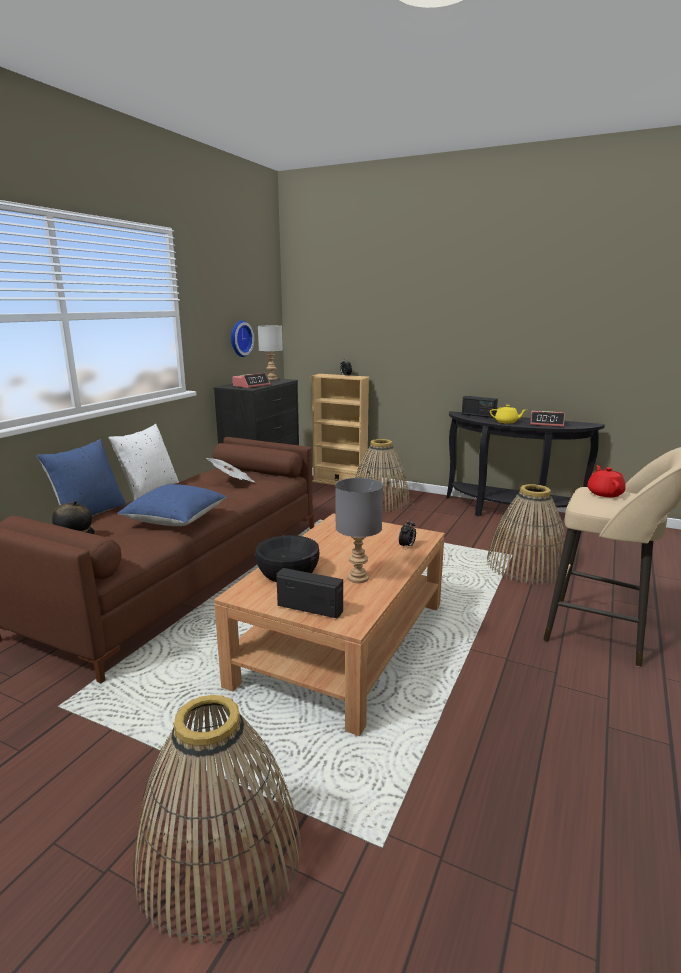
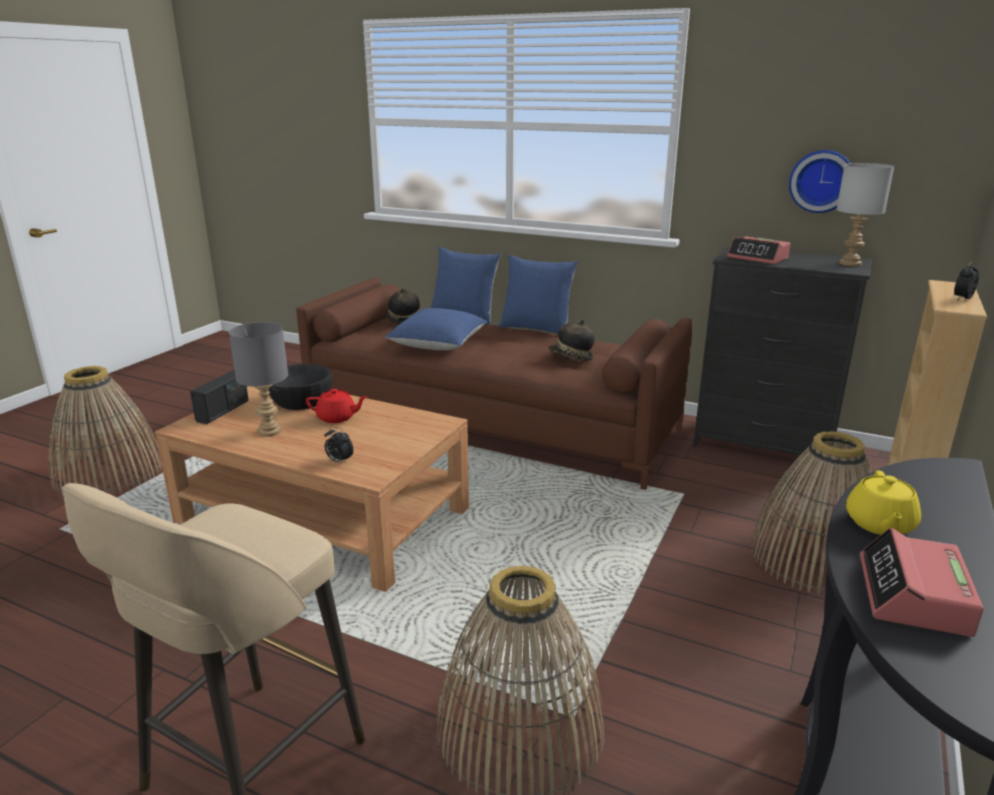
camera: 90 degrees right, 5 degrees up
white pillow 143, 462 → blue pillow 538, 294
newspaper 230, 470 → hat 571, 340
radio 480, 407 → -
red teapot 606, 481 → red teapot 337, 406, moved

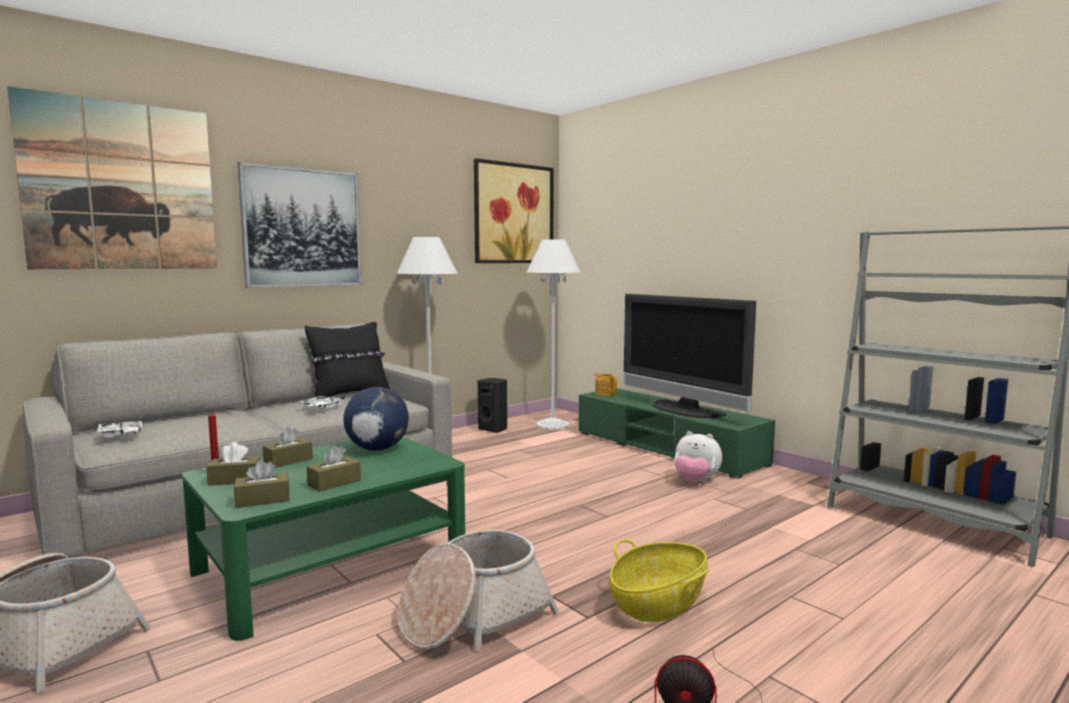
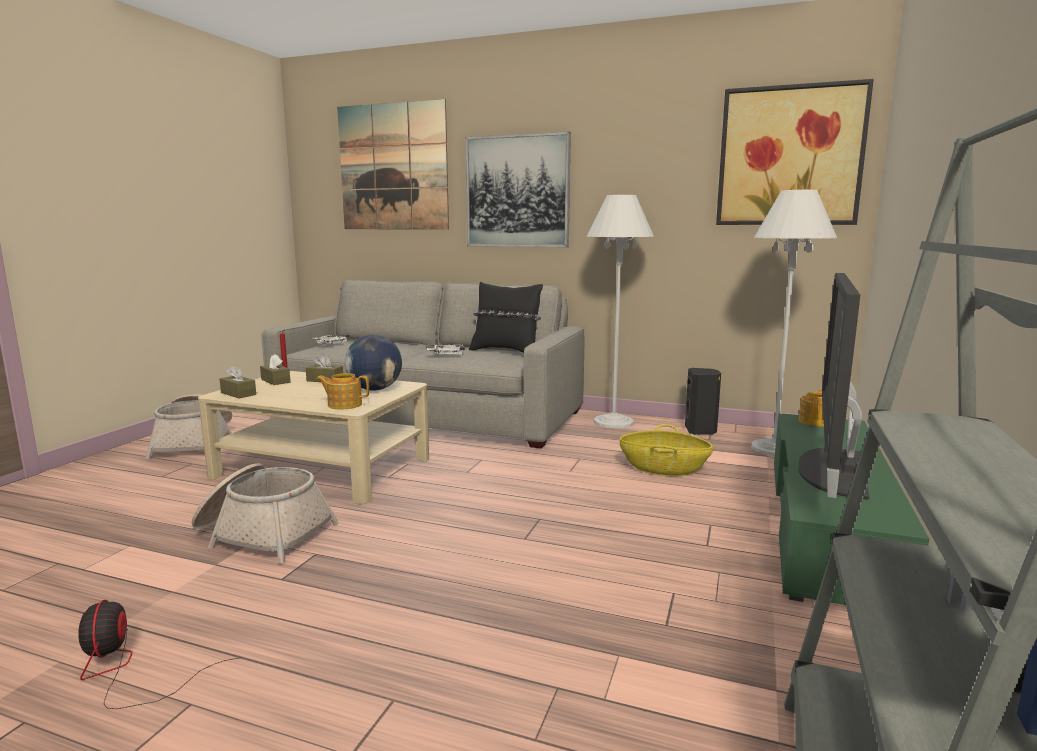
camera: 60 degrees right, 5 degrees up
green coffee table 323, 539 → beige coffee table 313, 437
brown tissue box 334, 468 → -
basket 659, 580 → basket 666, 450, moved
plush toy 698, 456 → -
- → teapot 342, 391

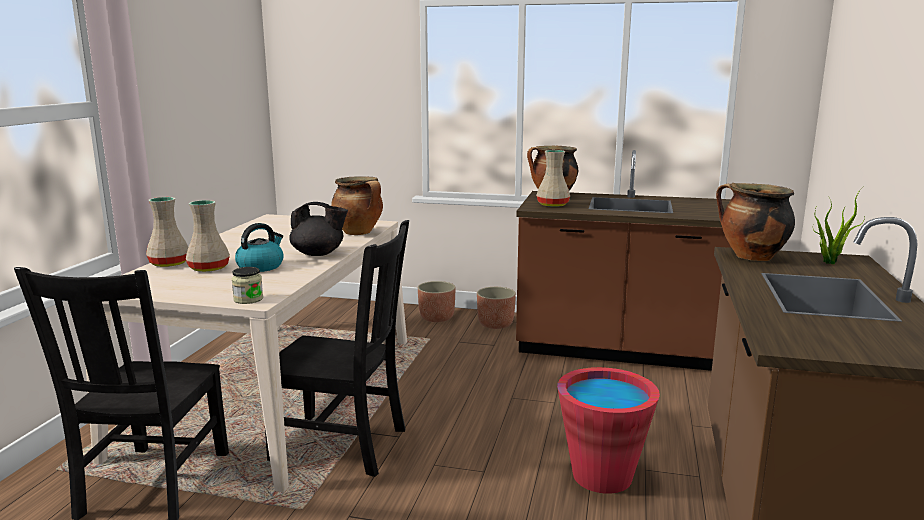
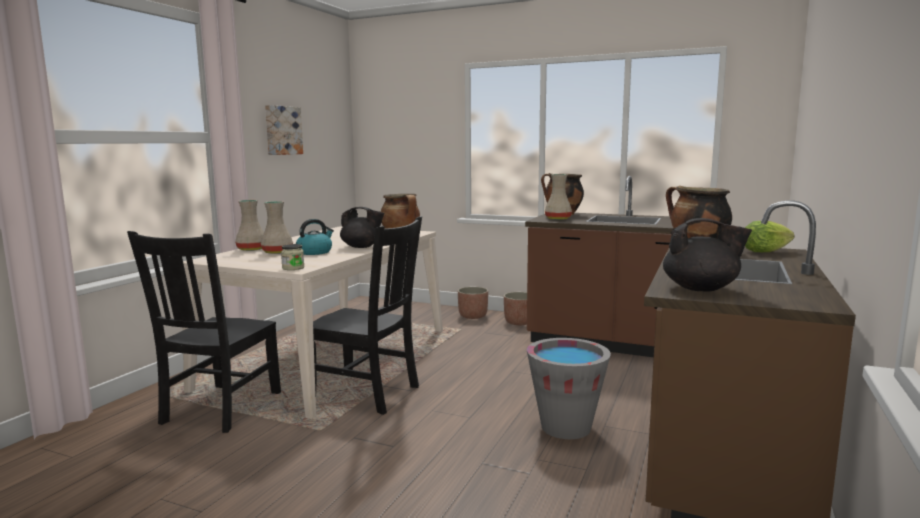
camera: 10 degrees right, 5 degrees down
red bucket 608, 430 → grey bucket 569, 388
potted plant 839, 225 → lettuce 770, 236
- → picture 284, 130
- → black teapot 707, 255

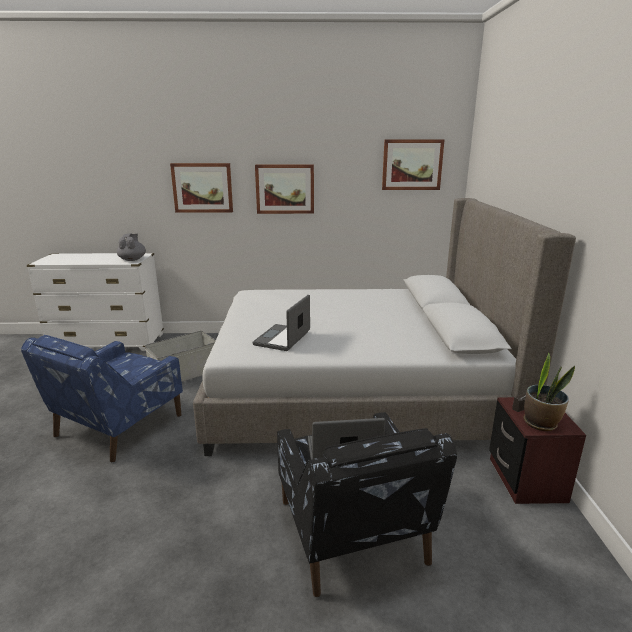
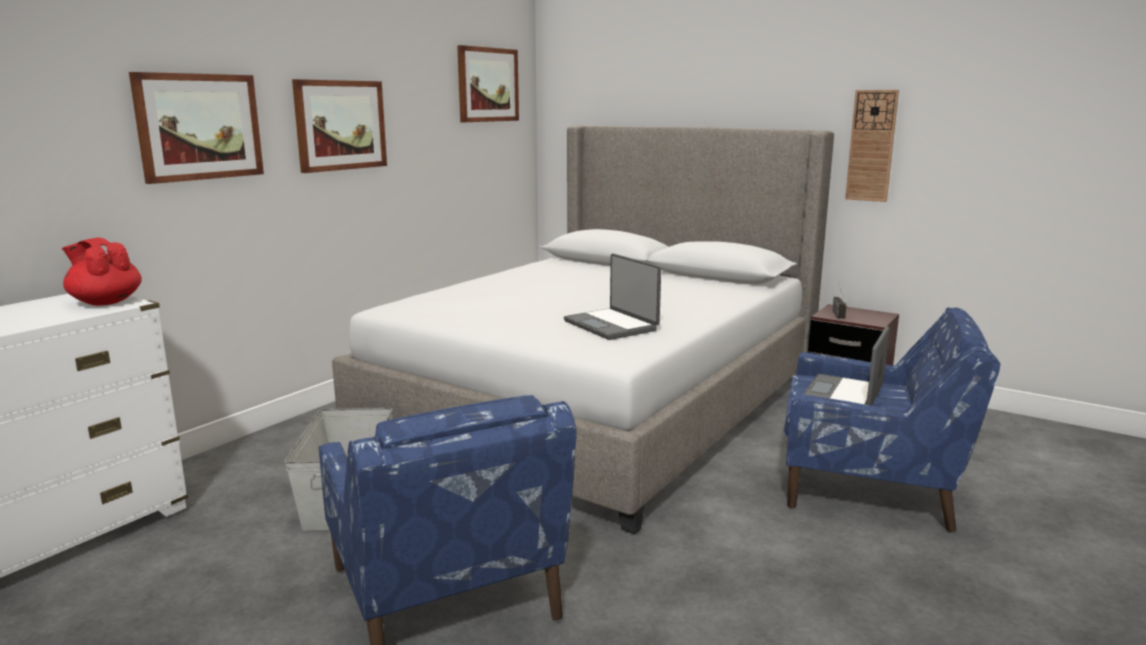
camera: 55 degrees left, 5 degrees down
grey teapot 131, 247 → red teapot 102, 271
black armchair 367, 504 → blue armchair 892, 419
potted plant 549, 391 → -
- → wall clock 872, 146

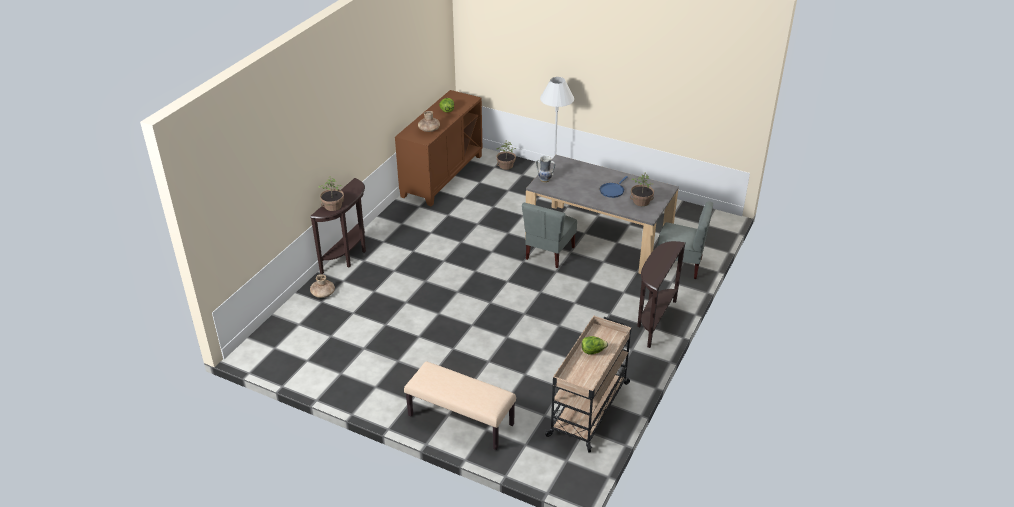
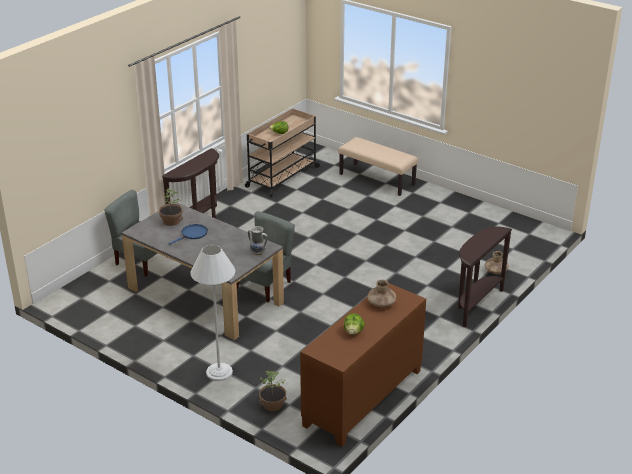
camera: 170 degrees left, 5 degrees down
potted plant 331, 194 → -

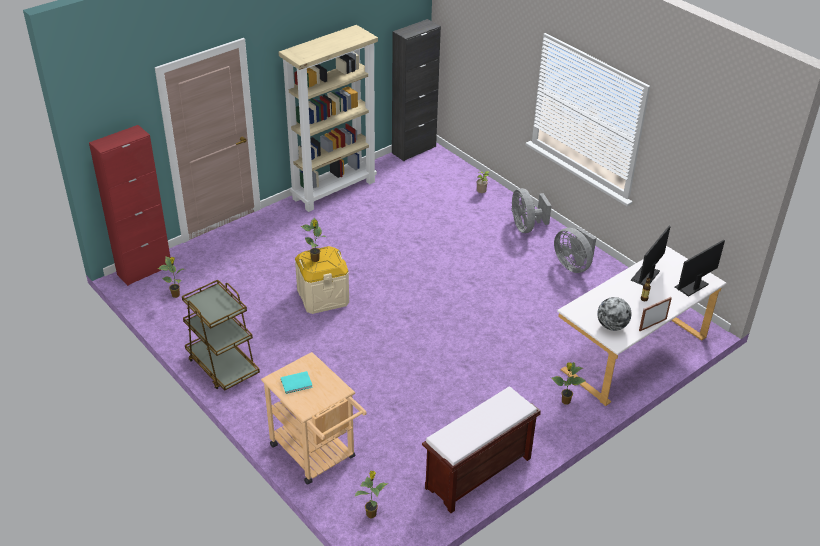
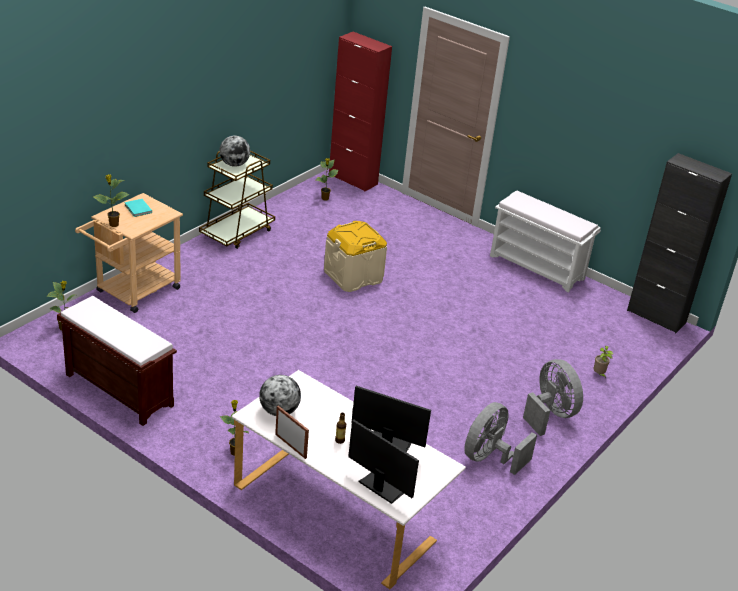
camera: 75 degrees right, 5 degrees down
beige bookcase 328, 118 → white bench 545, 242
potted plant 313, 240 → potted plant 111, 200, moved
grey fan 531, 210 → grey fan 553, 397, 90 degrees clockwise
- → globe 234, 151

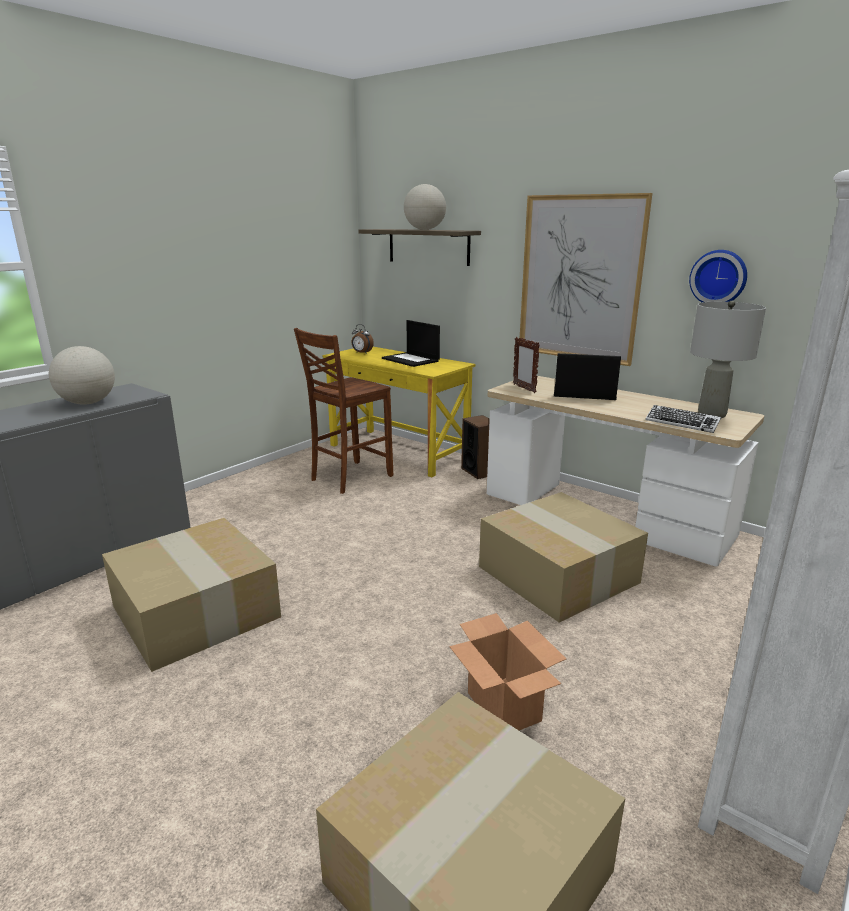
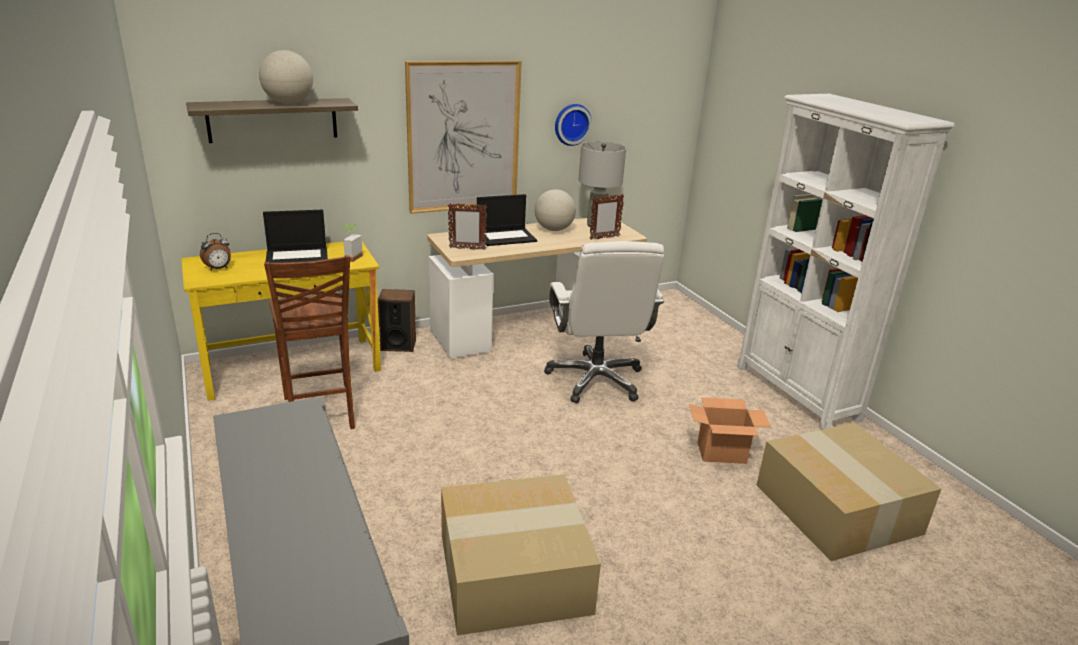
camera: 65 degrees left, 5 degrees up
globe 82, 375 → globe 555, 210, moved
cardboard box 563, 557 → white office chair 604, 322
laptop 587, 376 → laptop 507, 220, 150 degrees counterclockwise
keyboard 683, 419 → picture frame 607, 217
- → potted plant 352, 243

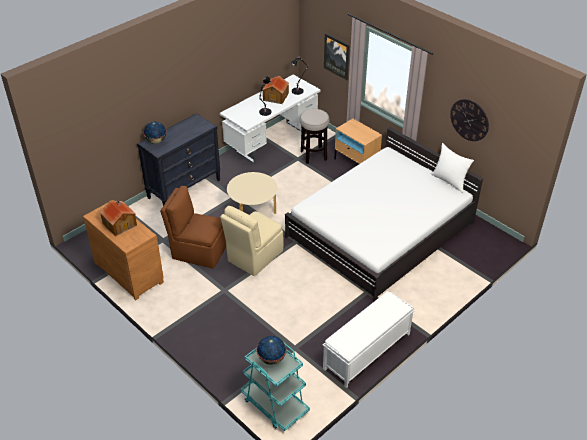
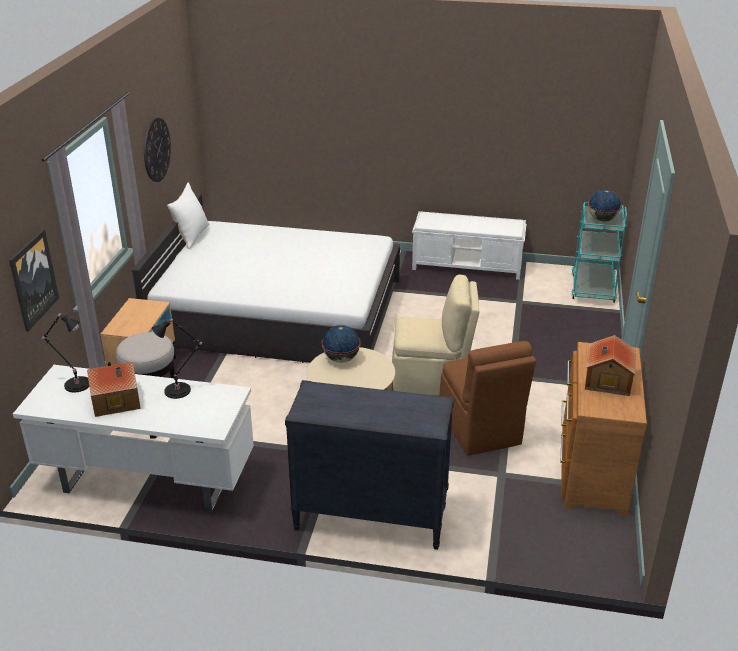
camera: 125 degrees left, 10 degrees down
globe 155, 132 → globe 341, 344, moved

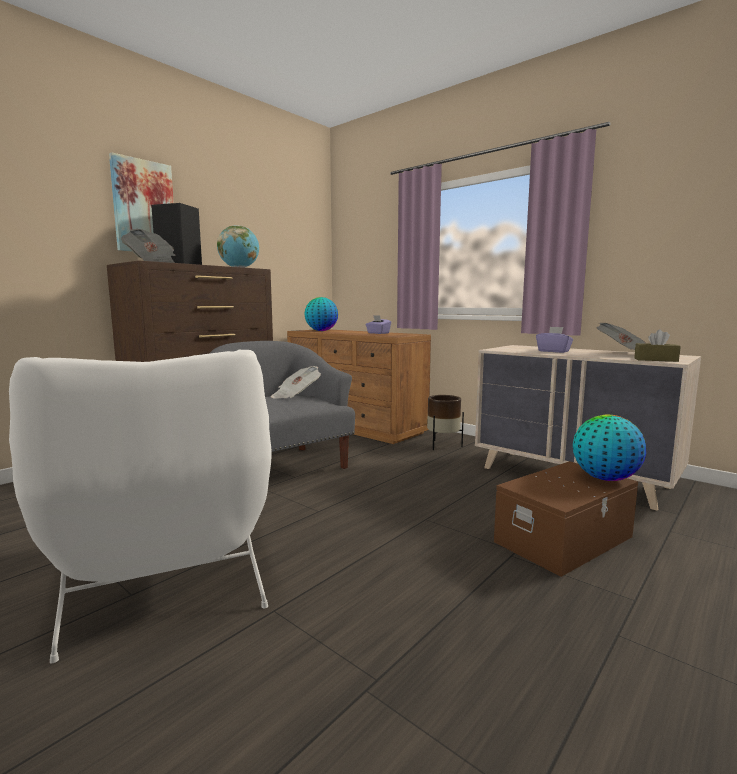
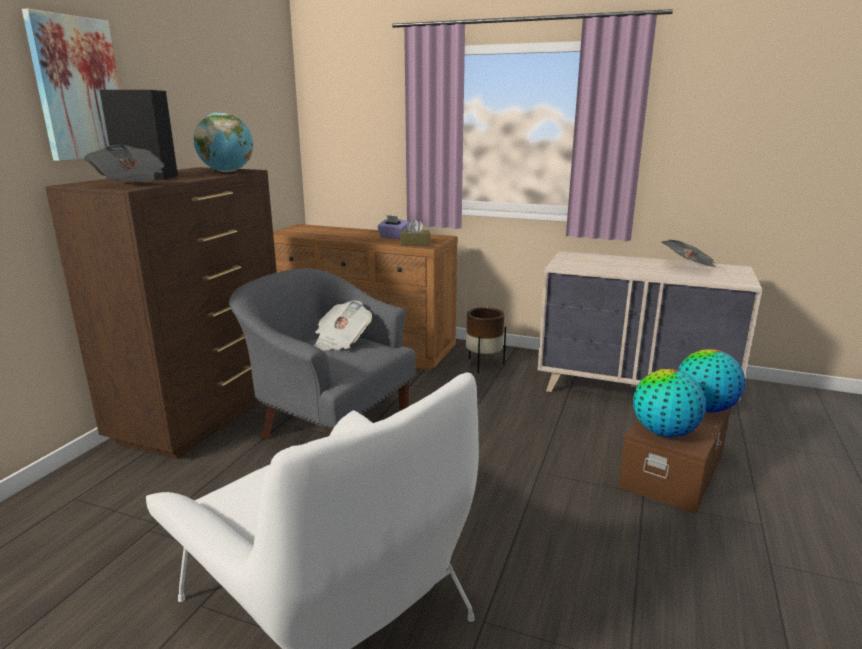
camera: 20 degrees left, 10 degrees up
globe 321, 314 → globe 669, 403, moved
purple tissue box 554, 340 → -
brown tissue box 657, 345 → brown tissue box 415, 233, moved

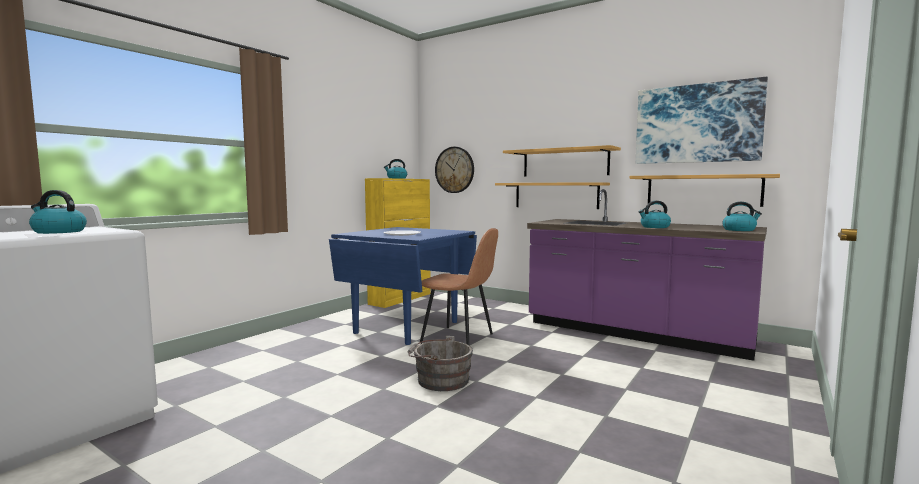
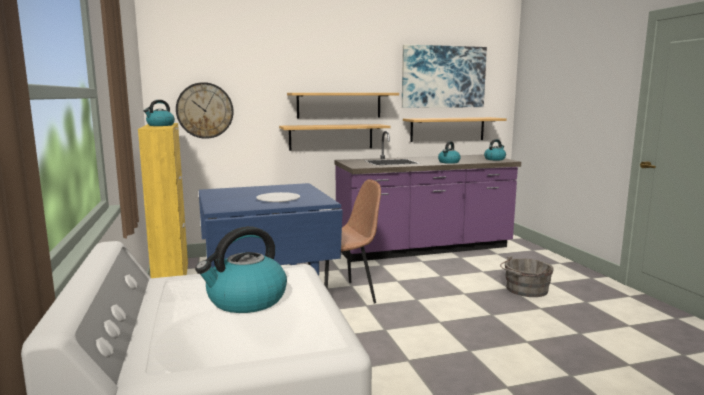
camera: 50 degrees left, 5 degrees up
grey bucket 440, 363 → grey bucket 527, 276, moved

